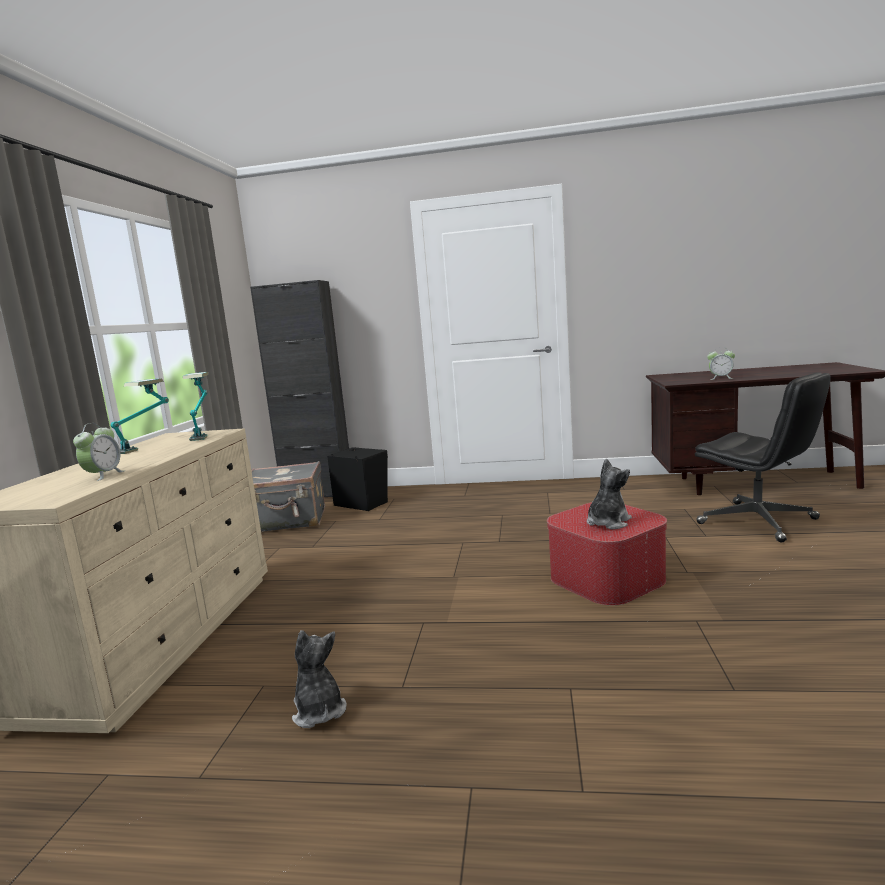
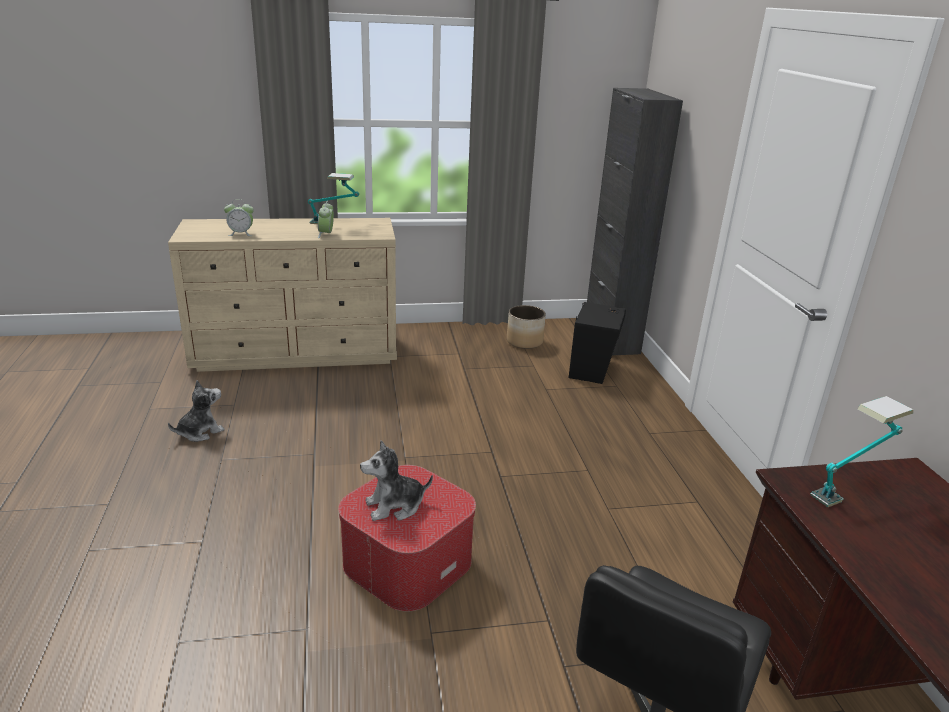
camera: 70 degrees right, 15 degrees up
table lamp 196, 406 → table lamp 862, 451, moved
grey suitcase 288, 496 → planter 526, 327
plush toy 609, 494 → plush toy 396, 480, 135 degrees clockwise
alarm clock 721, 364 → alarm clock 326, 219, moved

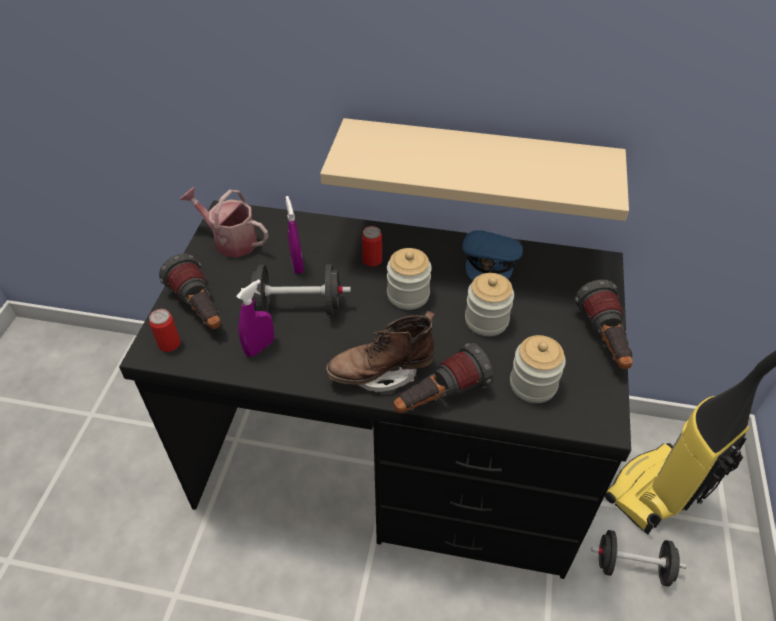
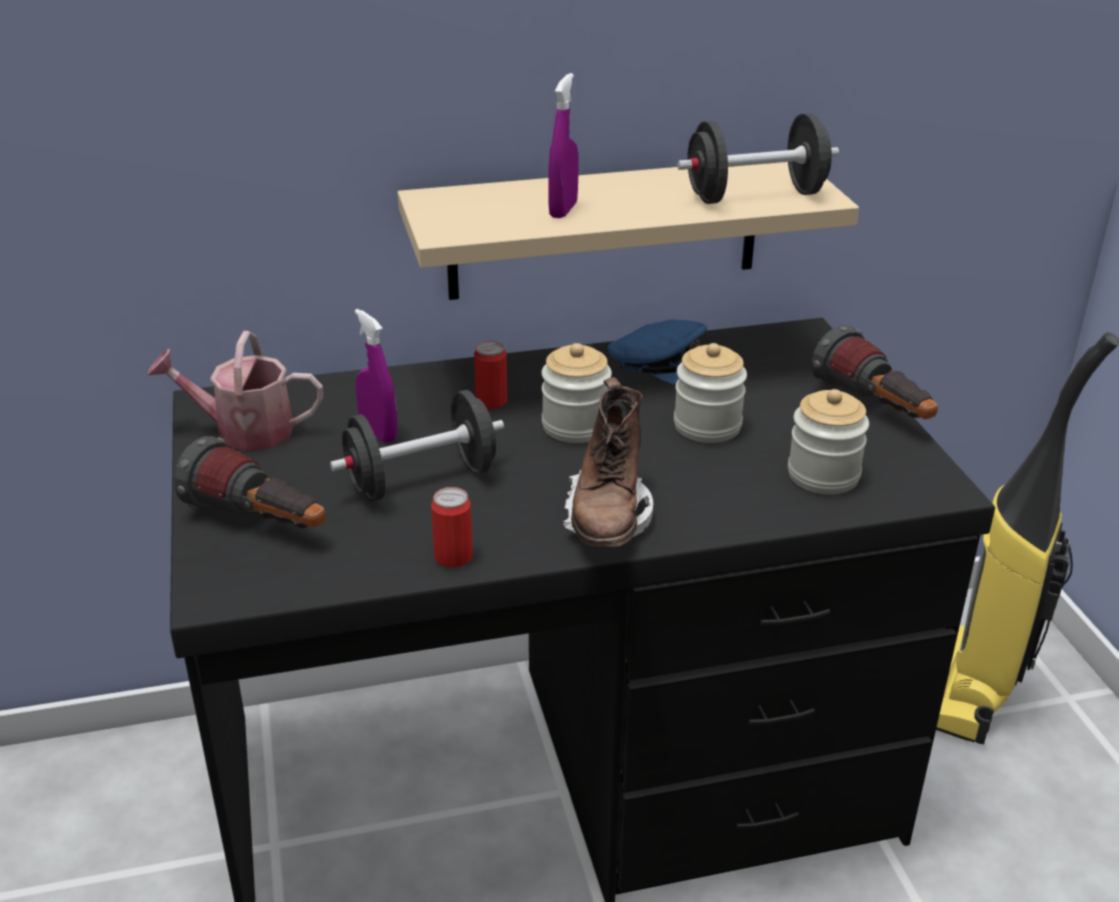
camera: 25 degrees left, 15 degrees down
can 165, 330 → can 452, 527, moved
purple spray bottle 255, 318 → purple spray bottle 563, 145, moved
brown boot 380, 351 → brown boot 608, 462, 45 degrees counterclockwise
flashlight 443, 378 → -
blue cap 492, 255 → blue cap 657, 352, 45 degrees counterclockwise
black dumbbell 639, 558 → black dumbbell 758, 158, moved

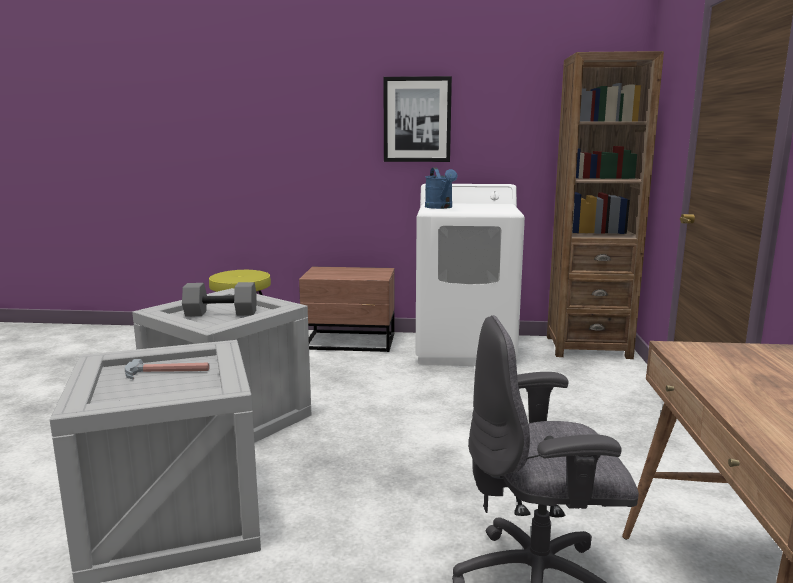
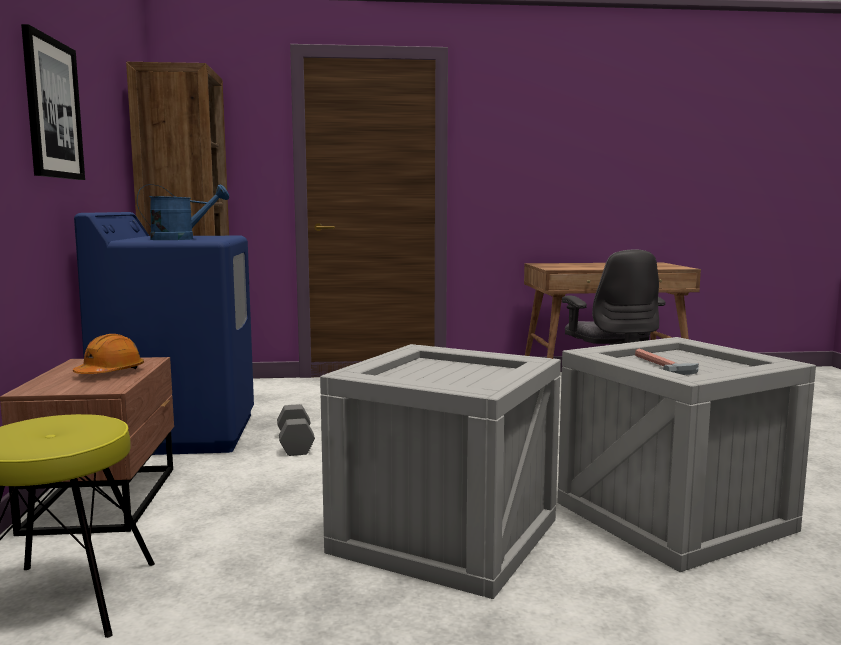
camera: 100 degrees left, 5 degrees down
grey dumbbell 219, 299 → grey dumbbell 296, 430, moved
white washing machine 470, 275 → blue washing machine 164, 333
- → orange hard hat 108, 354

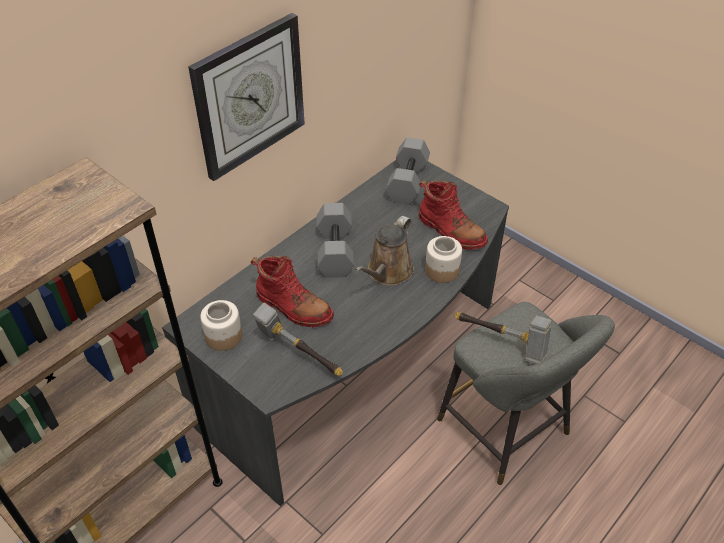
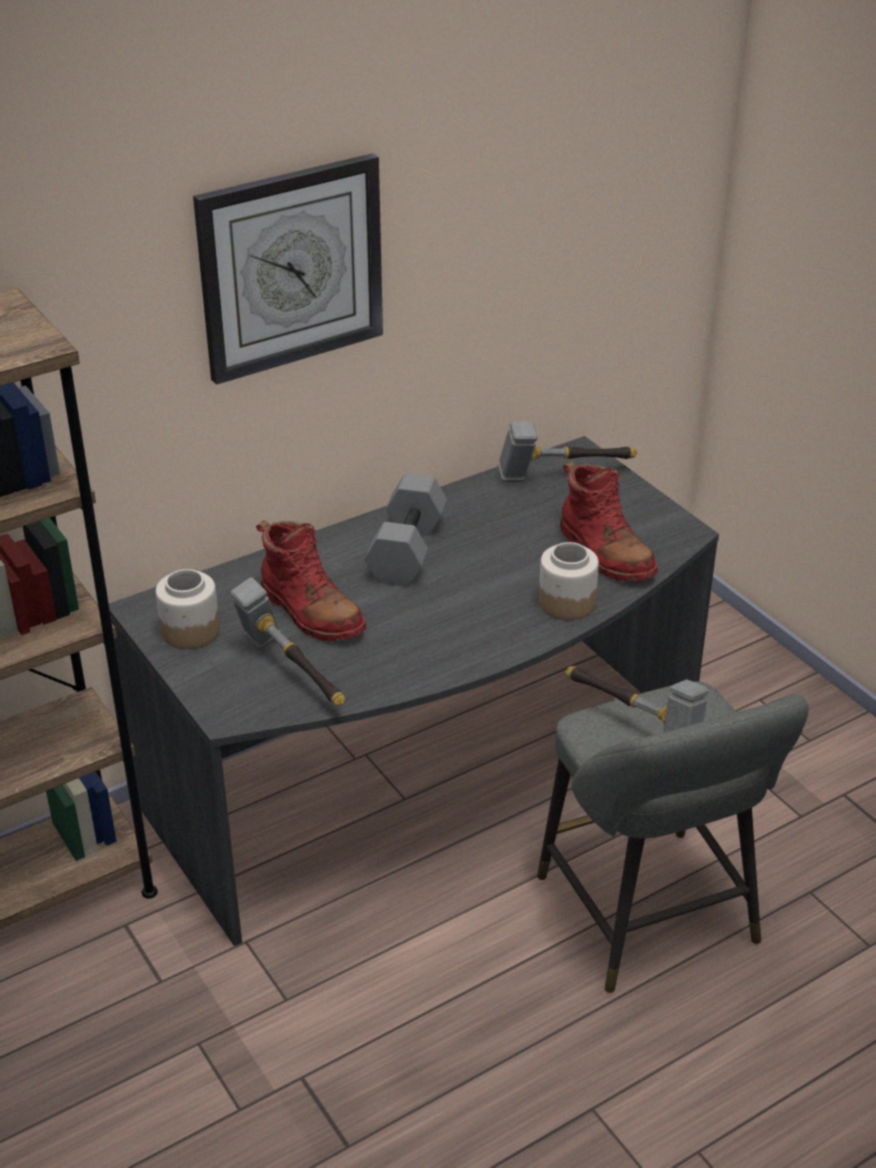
camera: 15 degrees right, 10 degrees down
brown watering can 384, 251 → -
grey dumbbell 407, 171 → hammer 567, 451

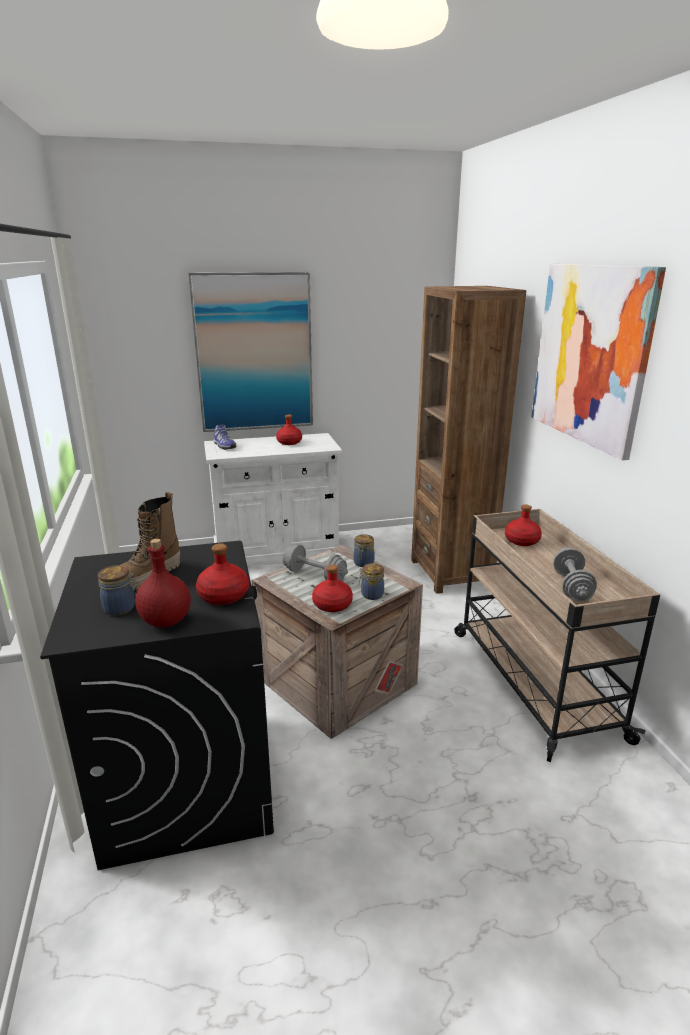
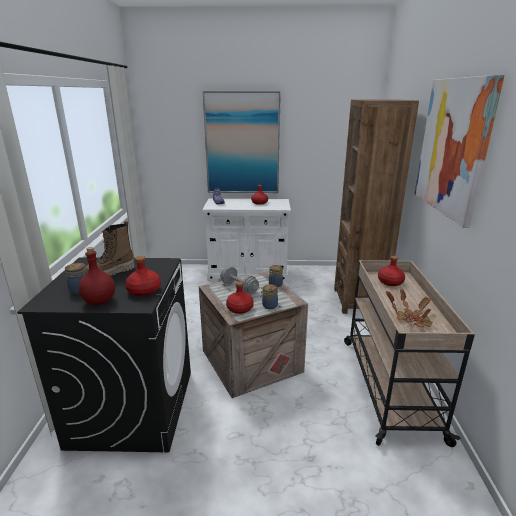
camera: 15 degrees right, 0 degrees up
grey dumbbell 575, 574 → potted plant 409, 308

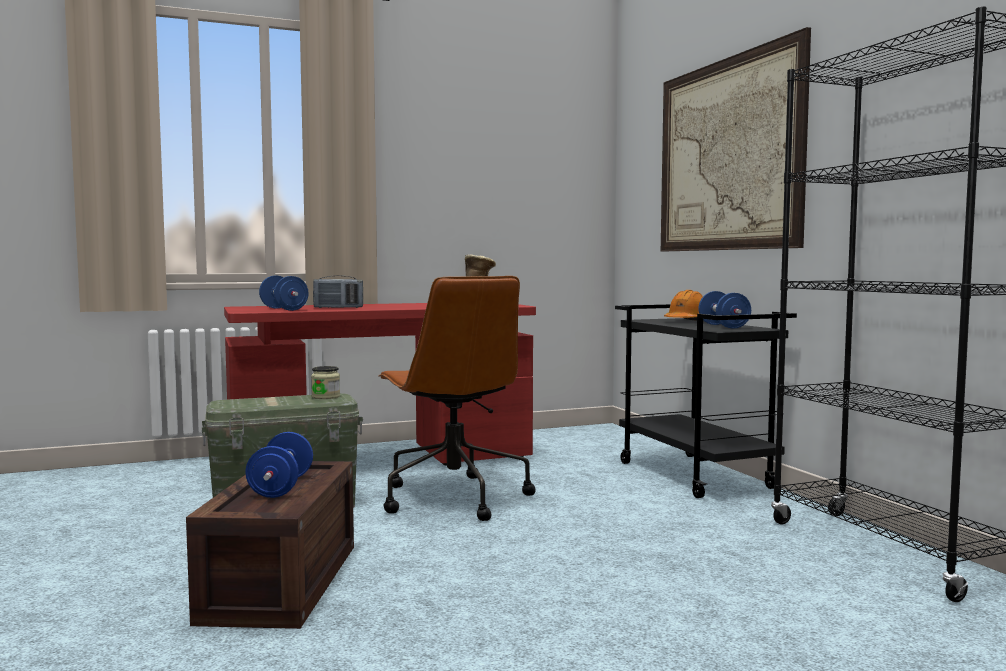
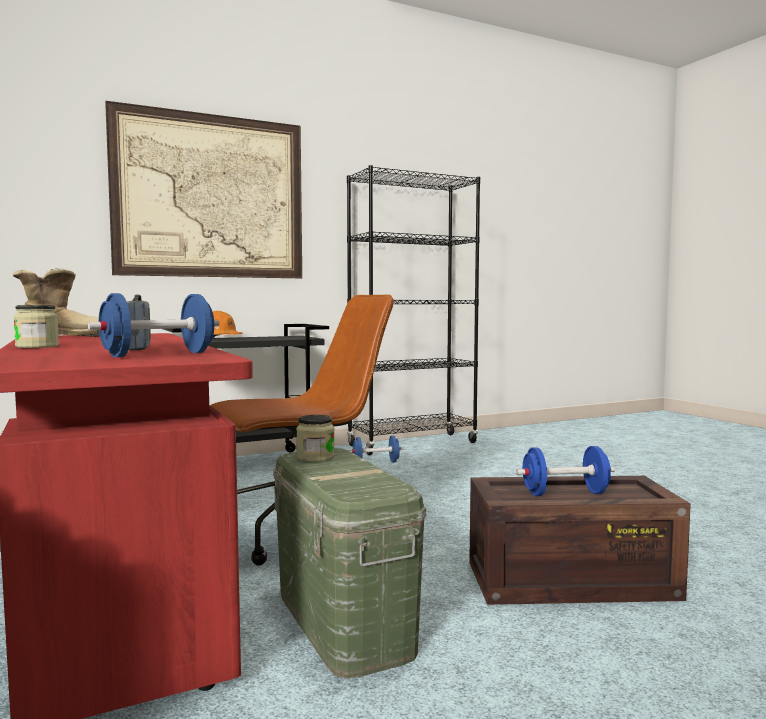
camera: 95 degrees left, 0 degrees up
blue dumbbell 724, 310 → blue dumbbell 376, 449, moved
- → jar 36, 326

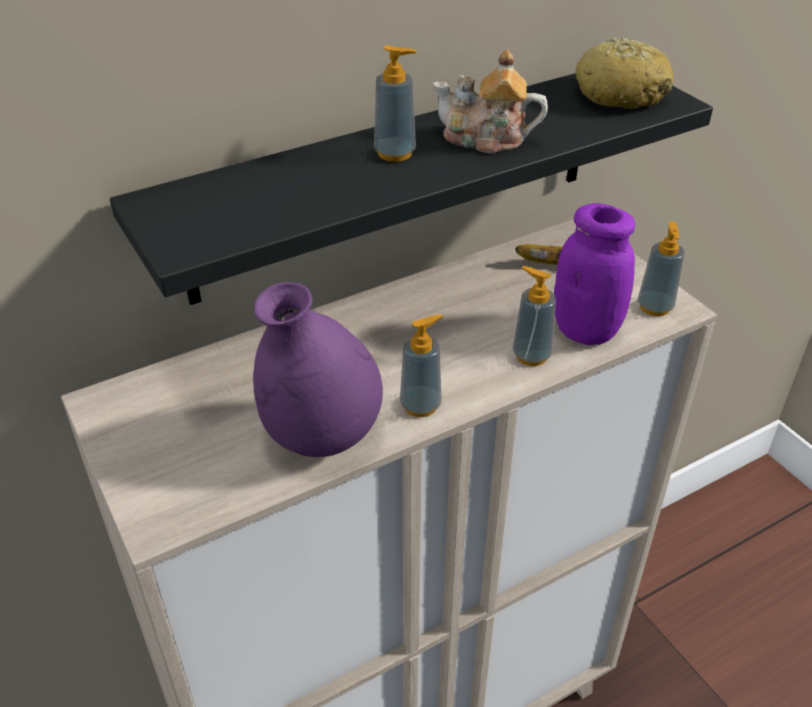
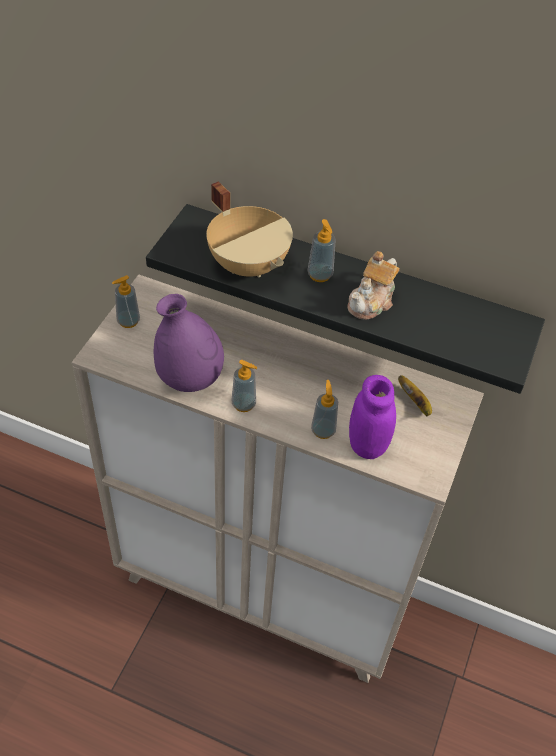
camera: 50 degrees right, 10 degrees up
teapot 490, 101 → teapot 373, 285, 120 degrees counterclockwise
bread 625, 73 → -
soap dispenser 661, 268 → soap dispenser 126, 301, moved
- → beige cooking pot 249, 229

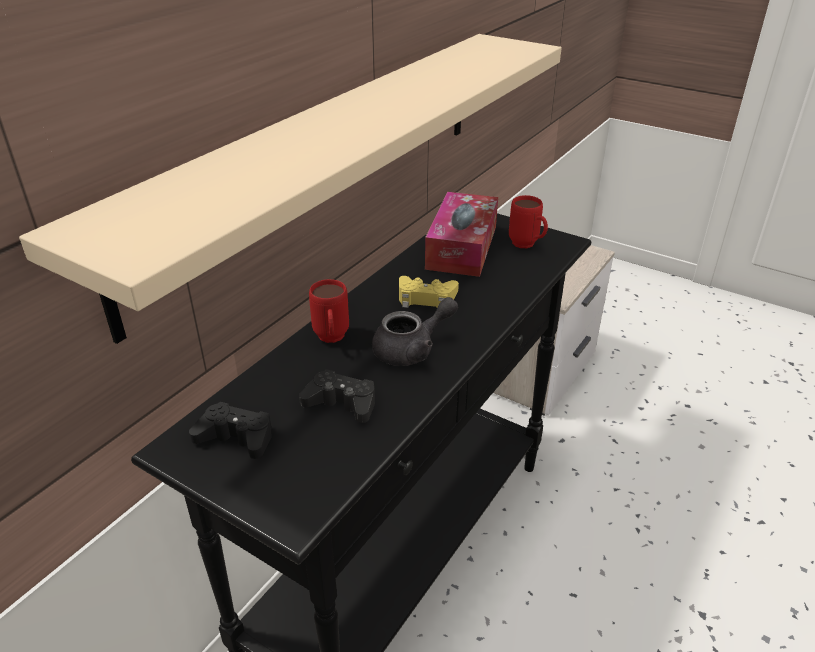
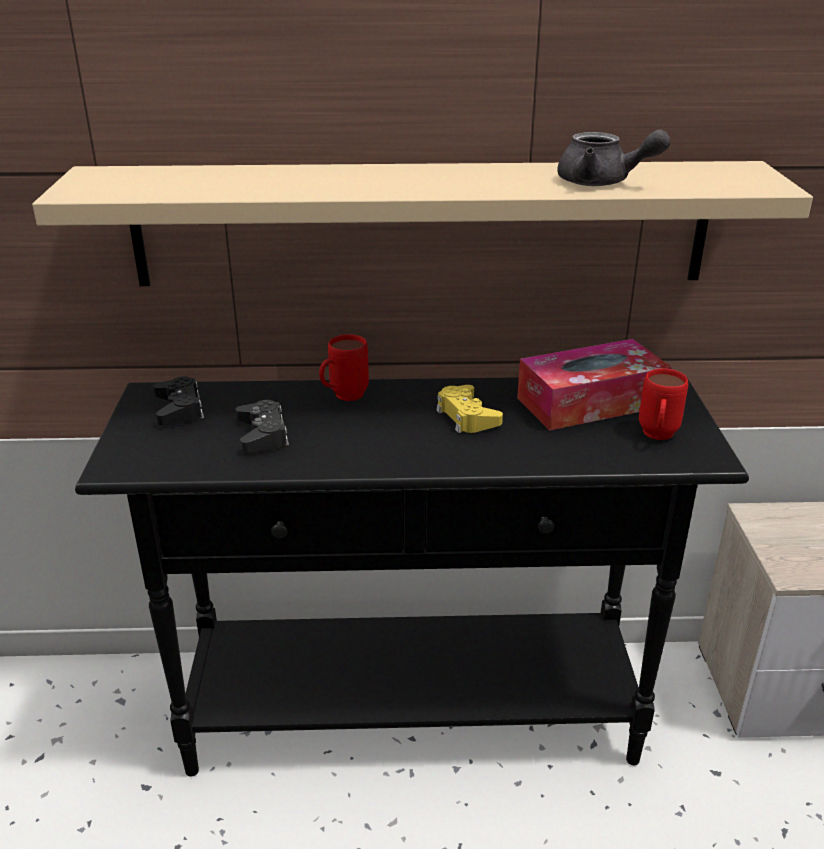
camera: 55 degrees right, 5 degrees down
grey teapot 415, 331 → grey teapot 614, 158, moved

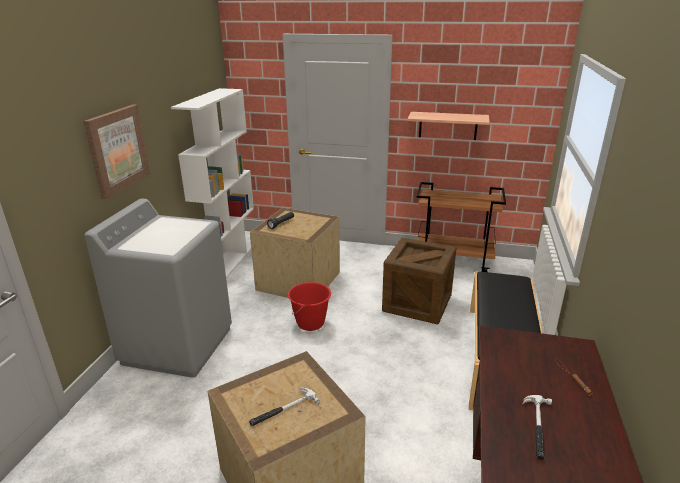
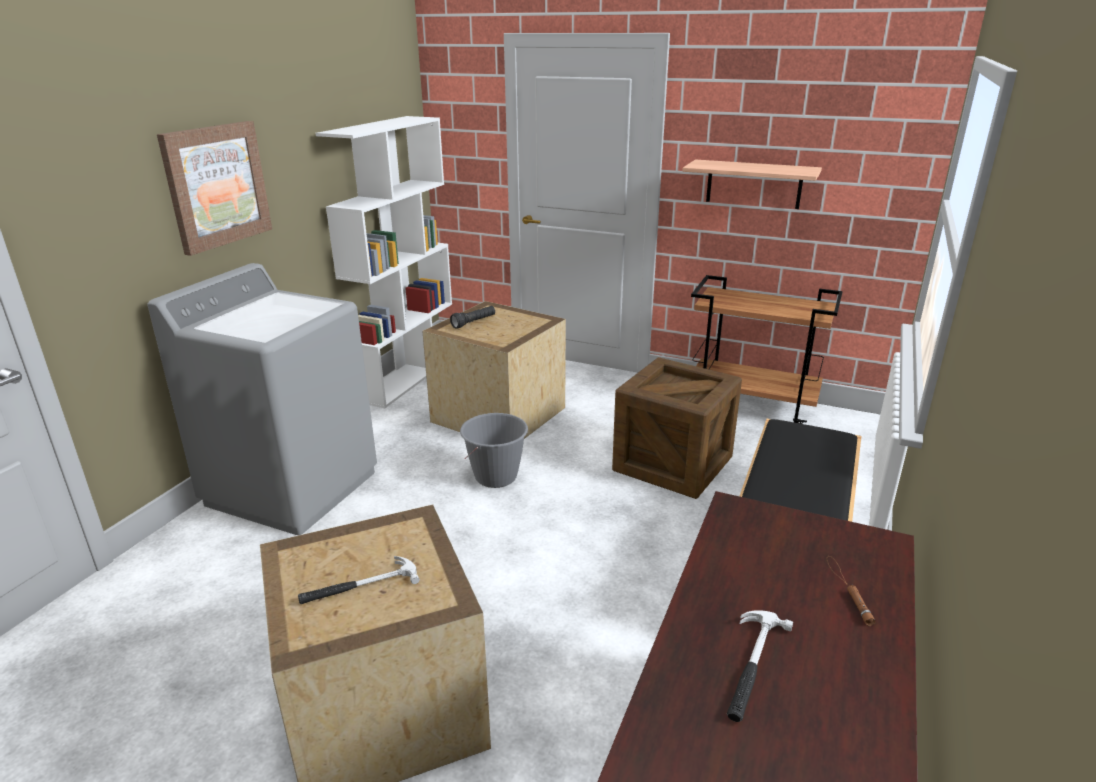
camera: 10 degrees right, 0 degrees up
red bucket 309, 306 → grey bucket 494, 450

